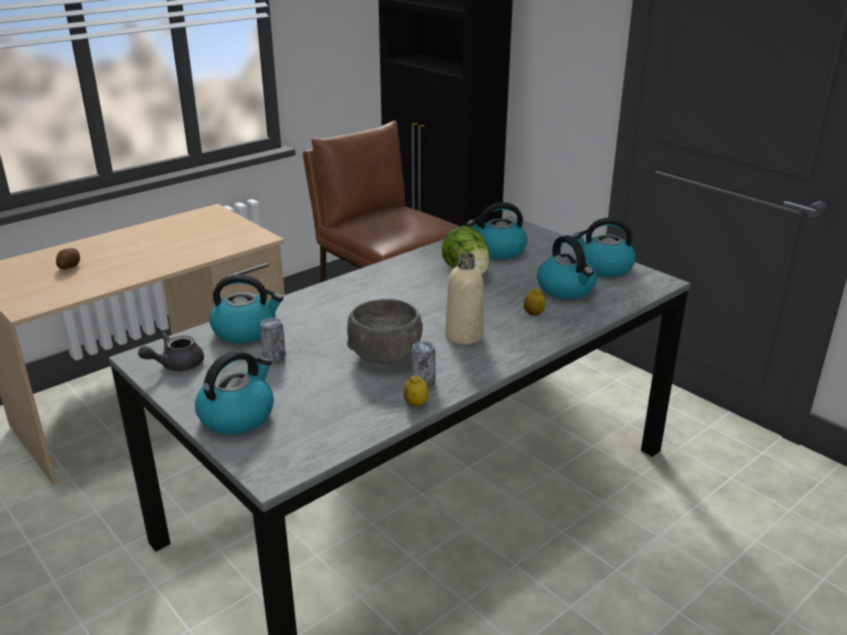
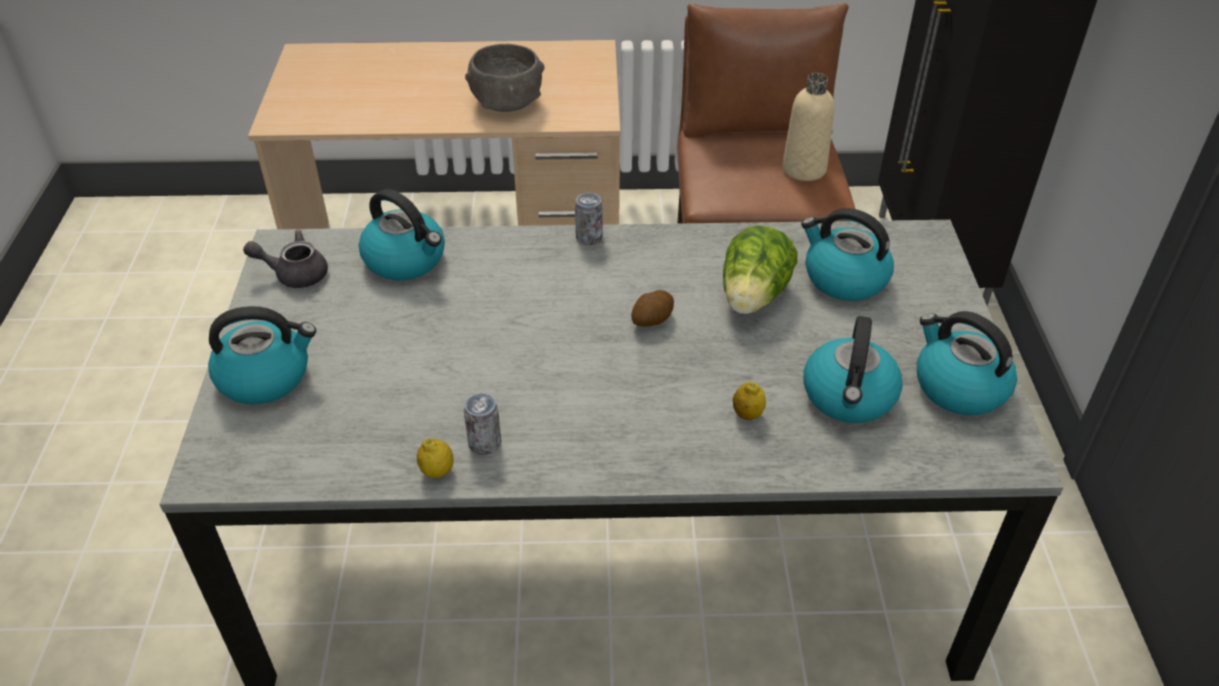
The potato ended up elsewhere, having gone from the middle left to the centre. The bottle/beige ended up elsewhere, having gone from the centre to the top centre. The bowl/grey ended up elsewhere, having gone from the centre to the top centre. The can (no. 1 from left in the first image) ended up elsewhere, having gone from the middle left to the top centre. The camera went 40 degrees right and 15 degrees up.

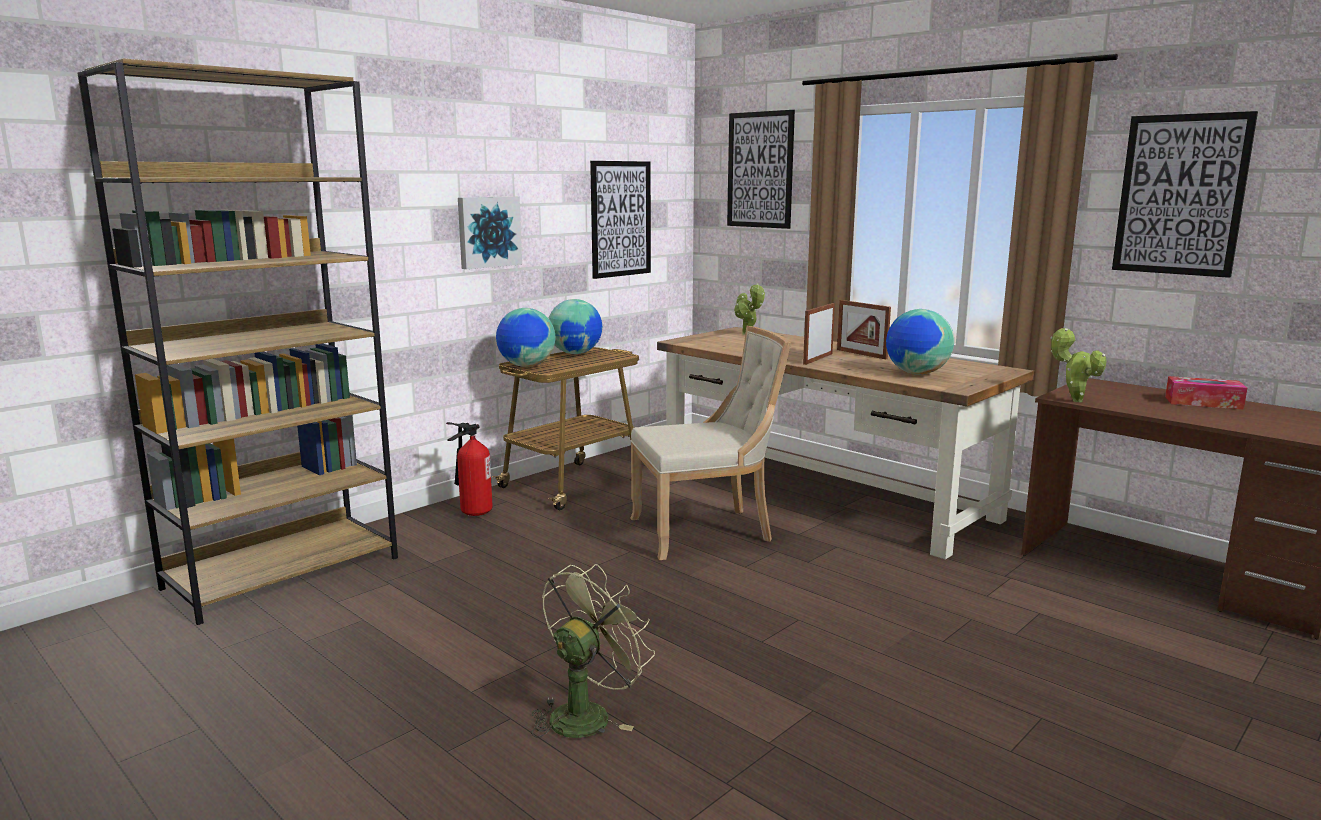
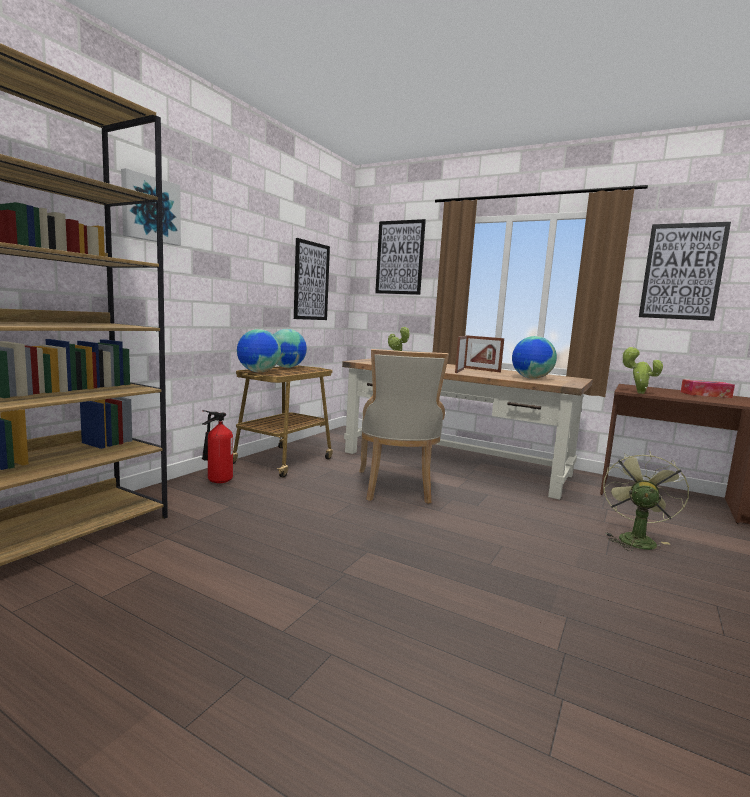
The picture (no. 1 from left) ended up elsewhere, having gone from the top centre to the top left. The chair/beige at the centre ended up facing another way, 120 degrees clockwise from before. The fan/green ended up elsewhere, having gone from the bottom centre to the middle right. The camera went 15 degrees left and 5 degrees down.

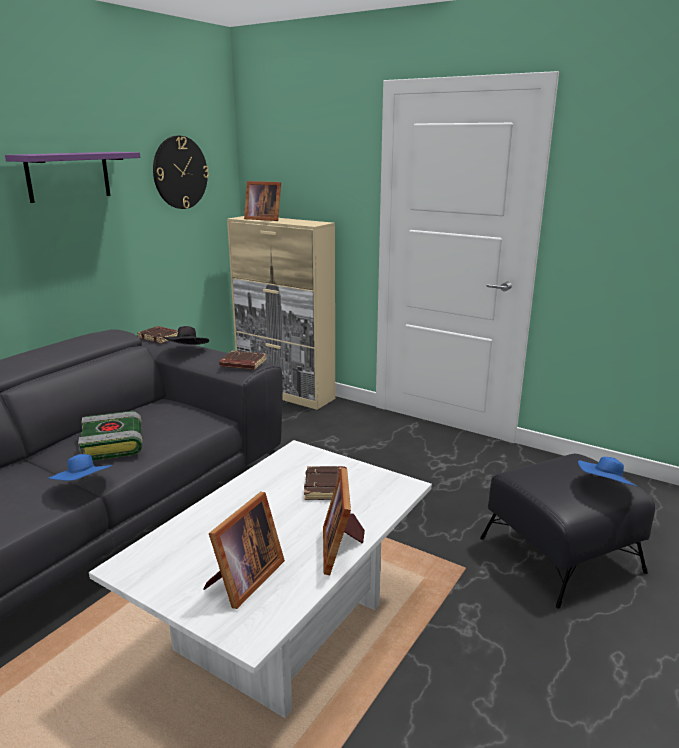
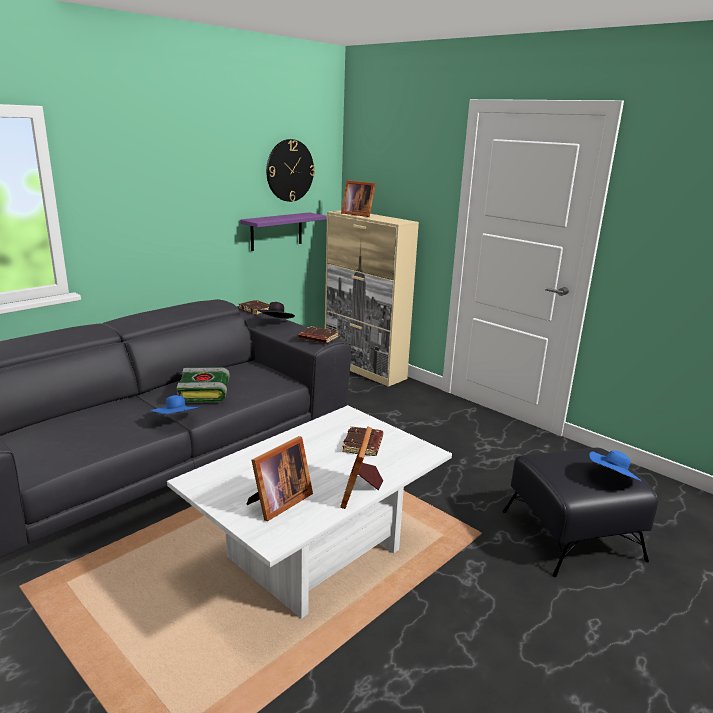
The shelf/purple ended up elsewhere, having gone from the top left to the top centre. The camera went 10 degrees right and 0 degrees up.

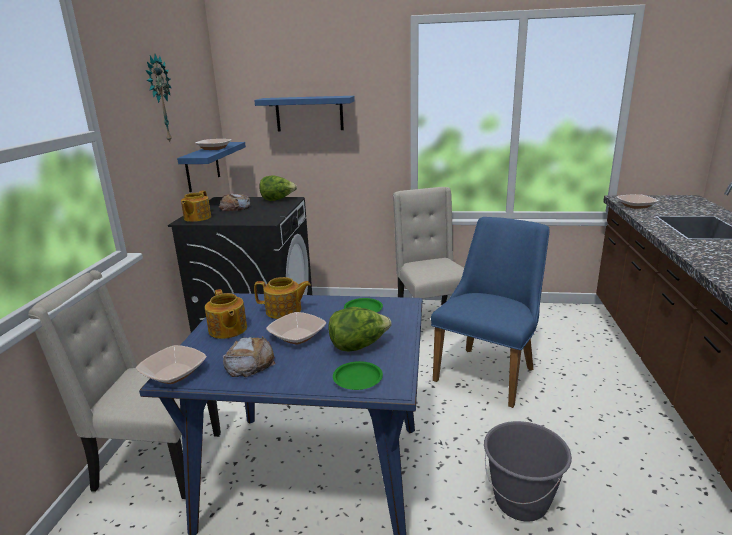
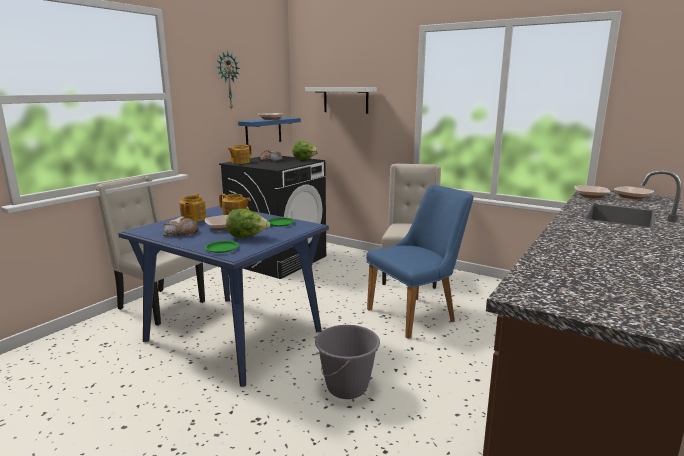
What was the shelf/blue (no. 2 from left) at the top centre turned into the shelf/white at the top centre. The bowl (no. 1 from left in the first image) ended up elsewhere, having gone from the bottom left to the middle right. The camera went 25 degrees right and 5 degrees down.

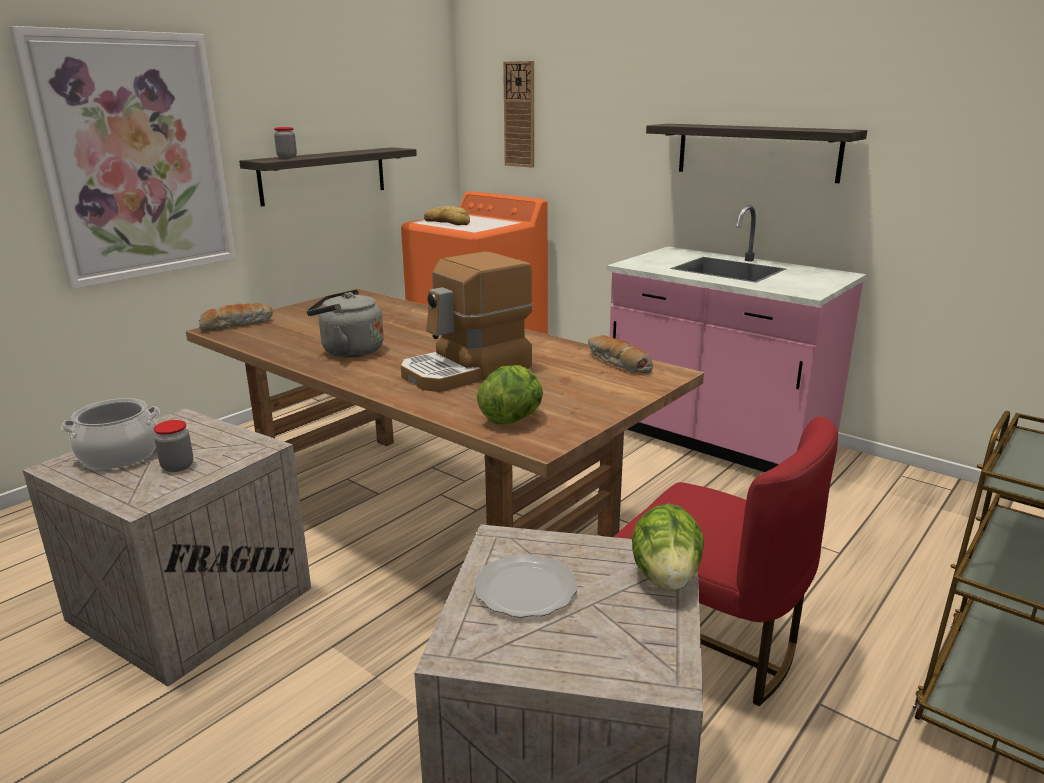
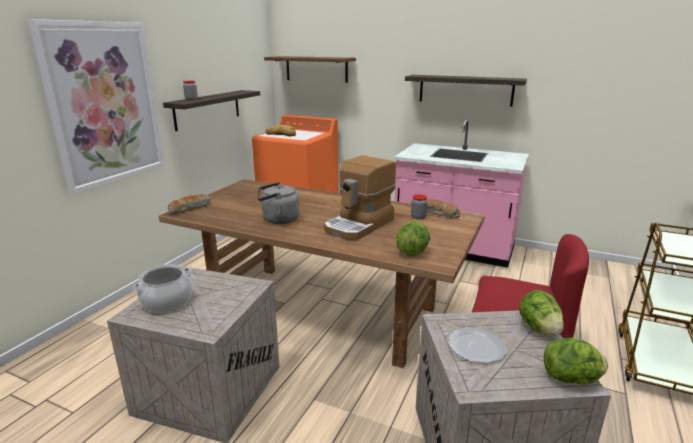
Where the wall clock hung at the top centre, the shelf (no. 2 from left) came to hang at the top centre. The jar (no. 1 from left in the first image) ended up elsewhere, having gone from the middle left to the centre. The second view gained the lettuce (no. 3 from left) at the bottom right. The camera went 15 degrees left and 0 degrees up.

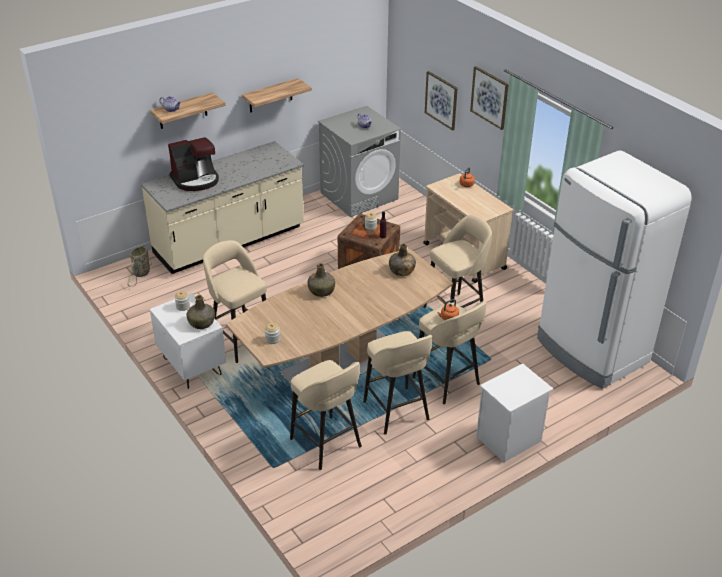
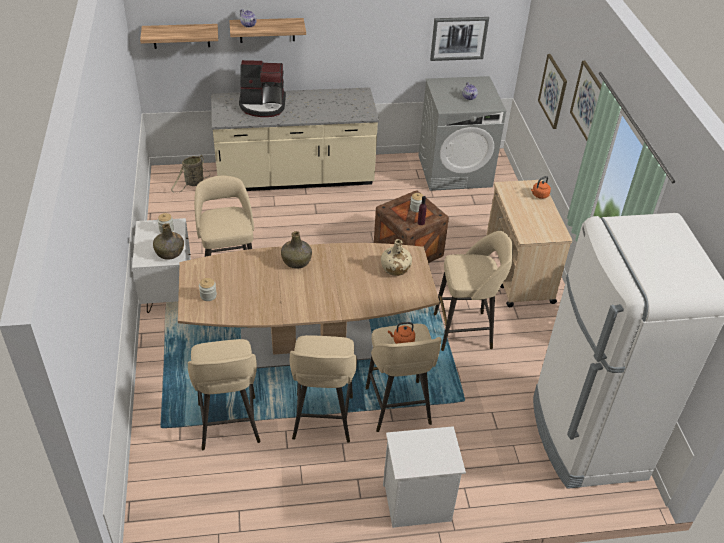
The shelf (no. 2 from left in the first image) ended up elsewhere, having gone from the top centre to the top left. What was the bottle/green (no. 3 from left) at the centre turned into the bottle/beige at the centre. The second view gained the picture (no. 1 from left) at the top centre. The camera went 25 degrees right and 5 degrees up.

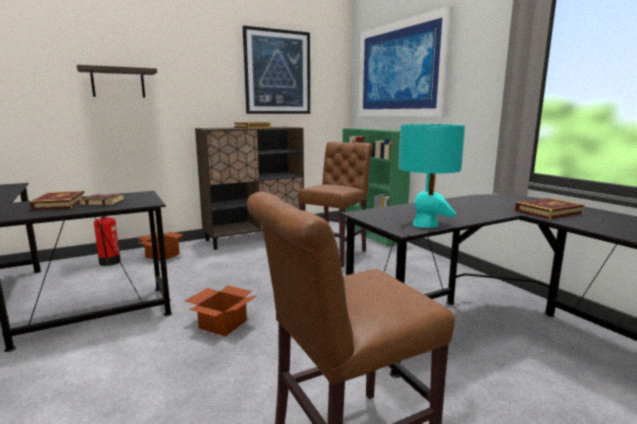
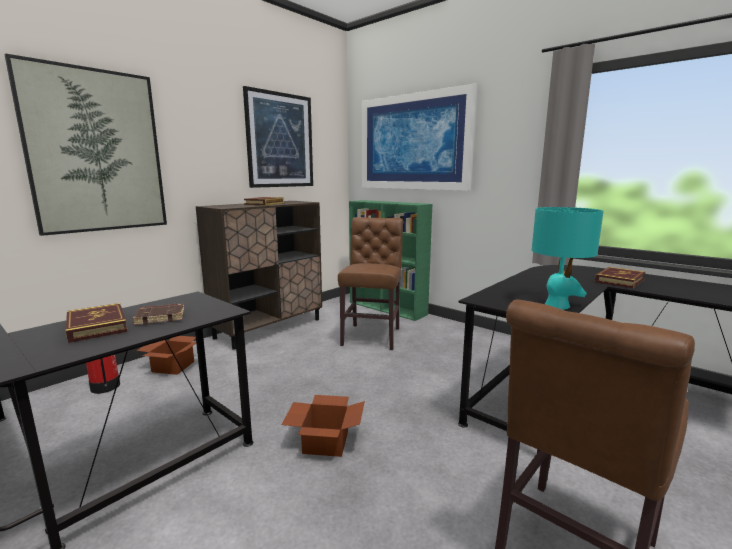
Where the shelf hung at the top left, the picture (no. 1 from left) came to hang at the top left. The camera went 20 degrees left and 0 degrees up.

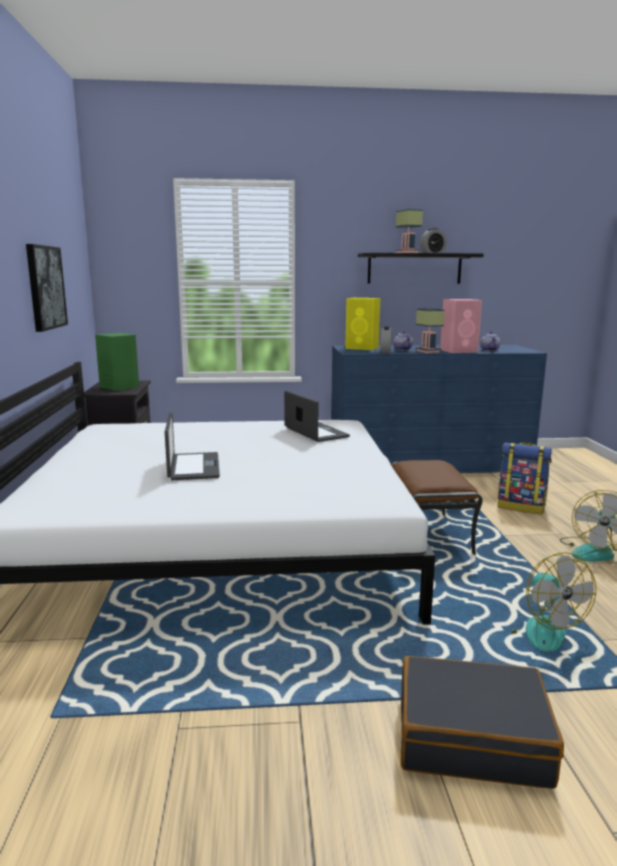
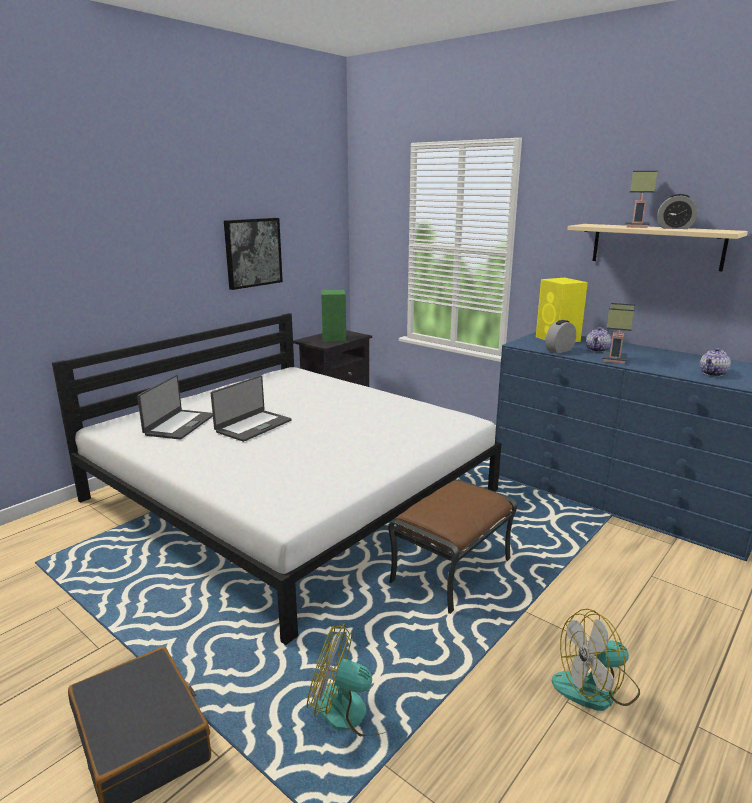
What was the shelf/black at the top right turned into the shelf/beige at the top right. The second view lost the speaker/pink at the middle right. The laptop (no. 2 from left in the first image) ended up elsewhere, having gone from the centre to the middle left. The second view lost the backpack at the middle right. The fan (no. 1 from left) at the bottom right ended up facing another way, 75 degrees clockwise from before. The camera went 45 degrees right and 5 degrees up.

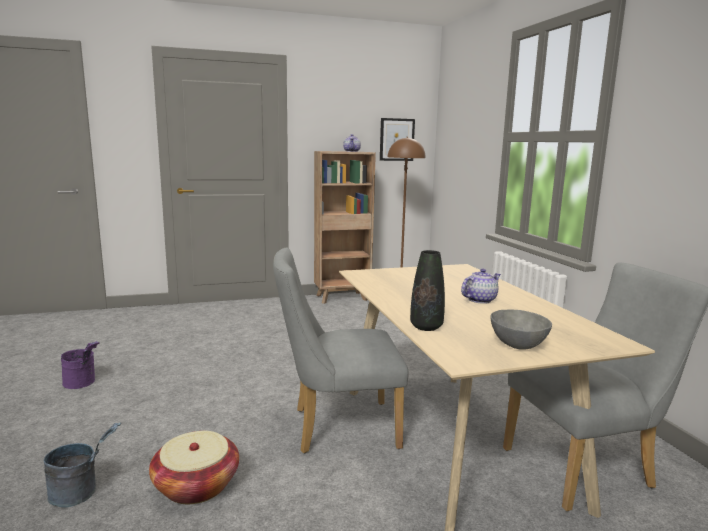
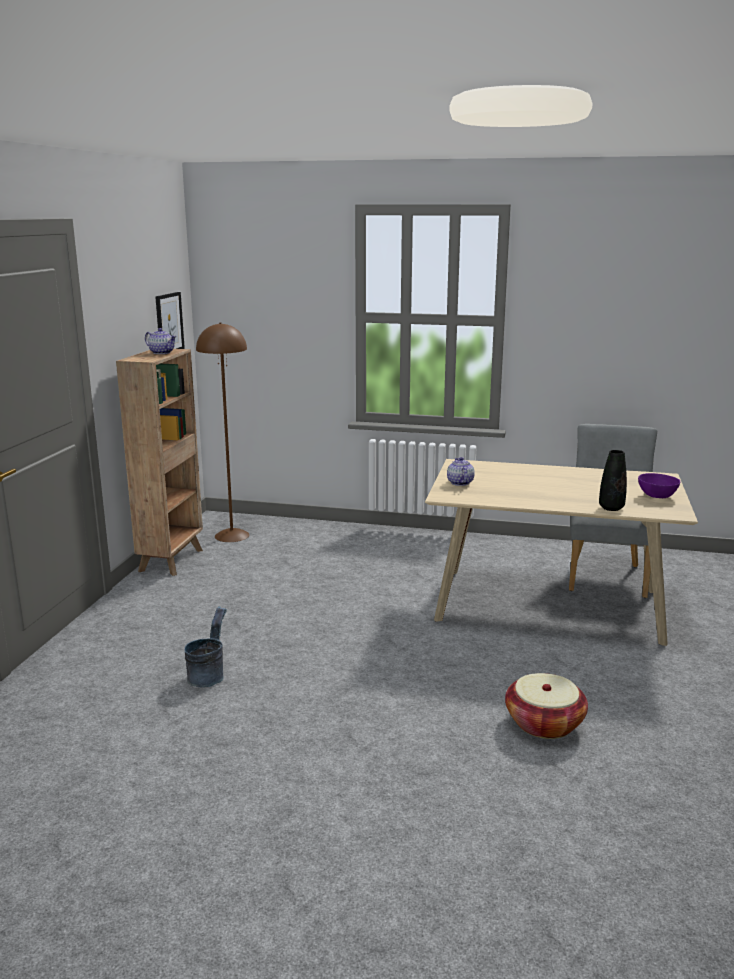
The second view lost the chair/grey (no. 1 from left) at the centre. The teapot (no. 2 from left) ended up elsewhere, having gone from the middle right to the centre. What was the bowl/grey at the middle right turned into the bowl/purple at the middle right. The second view lost the bucket/purple at the bottom left. The bucket/grey ended up elsewhere, having gone from the bottom left to the middle left. The camera went 60 degrees left and 5 degrees up.

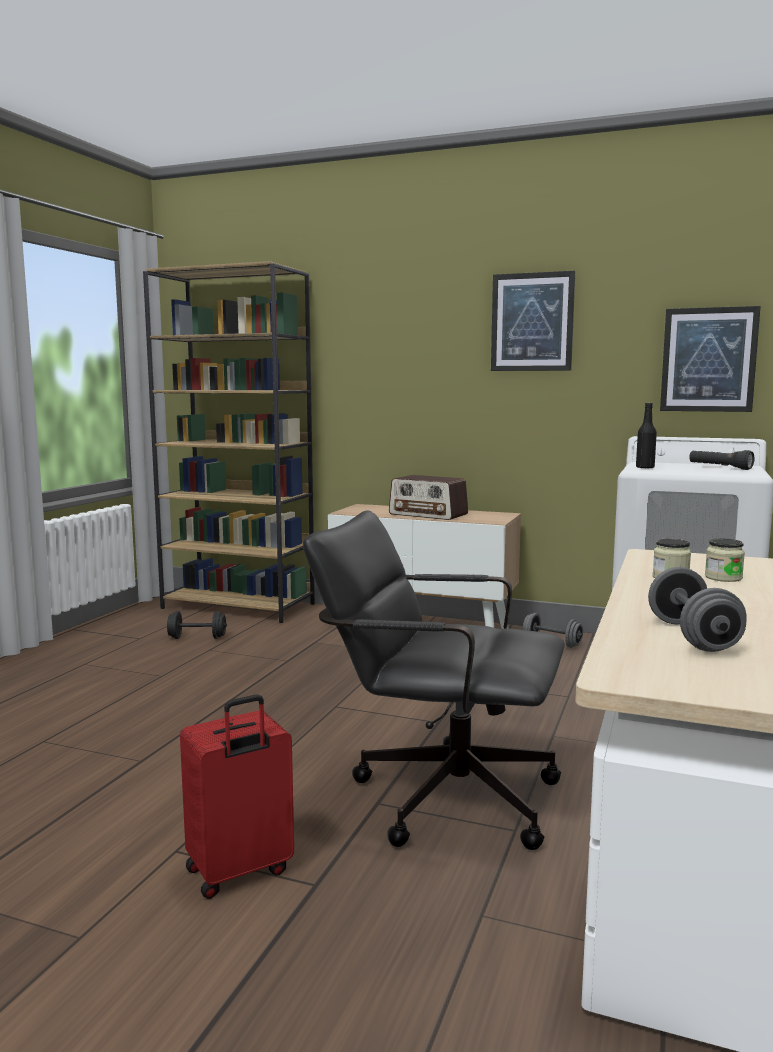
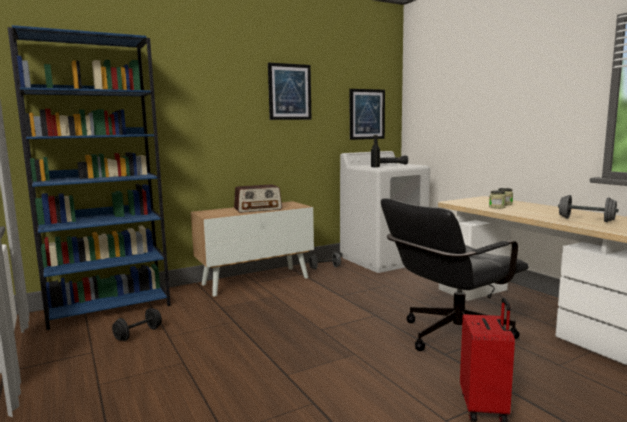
What was the bookcase/brown at the middle left turned into the bookcase/blue at the middle left. The camera went 50 degrees left and 0 degrees up.

